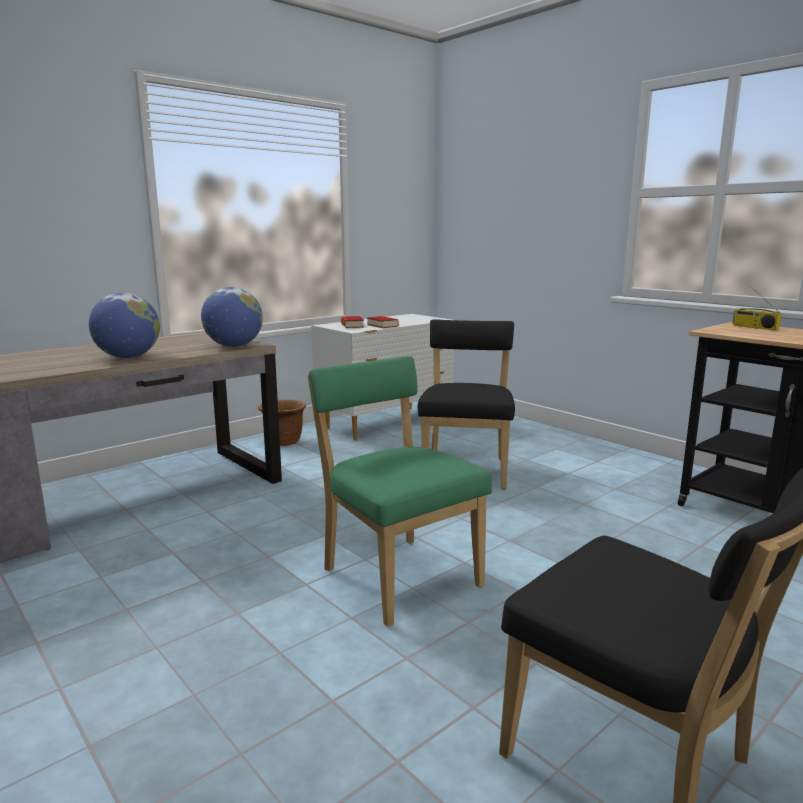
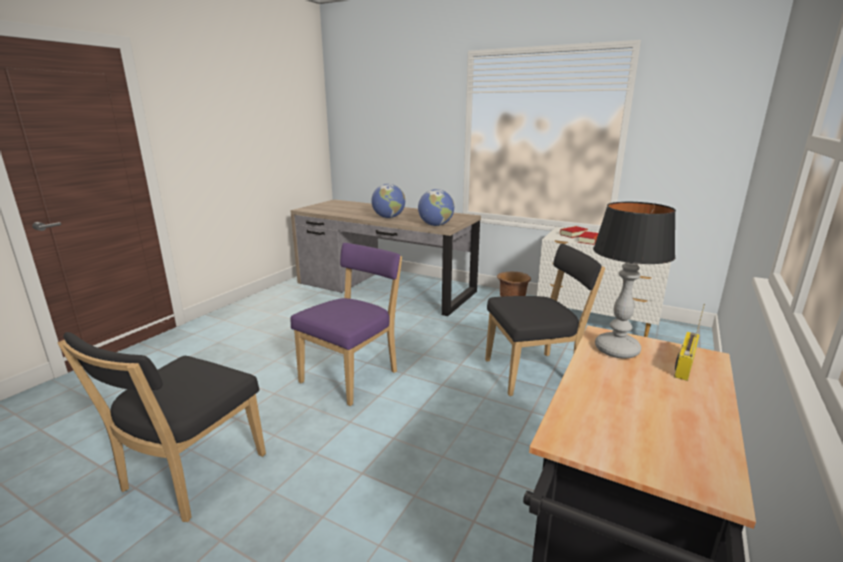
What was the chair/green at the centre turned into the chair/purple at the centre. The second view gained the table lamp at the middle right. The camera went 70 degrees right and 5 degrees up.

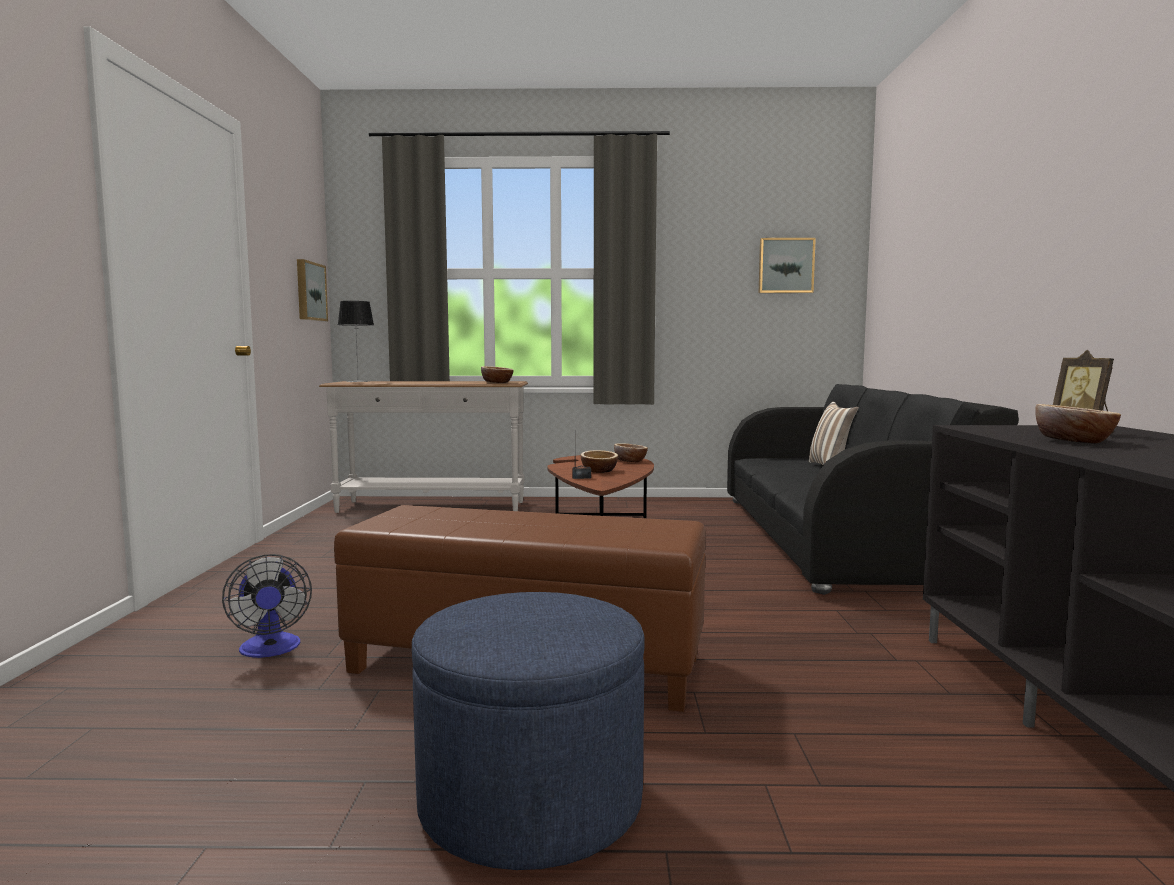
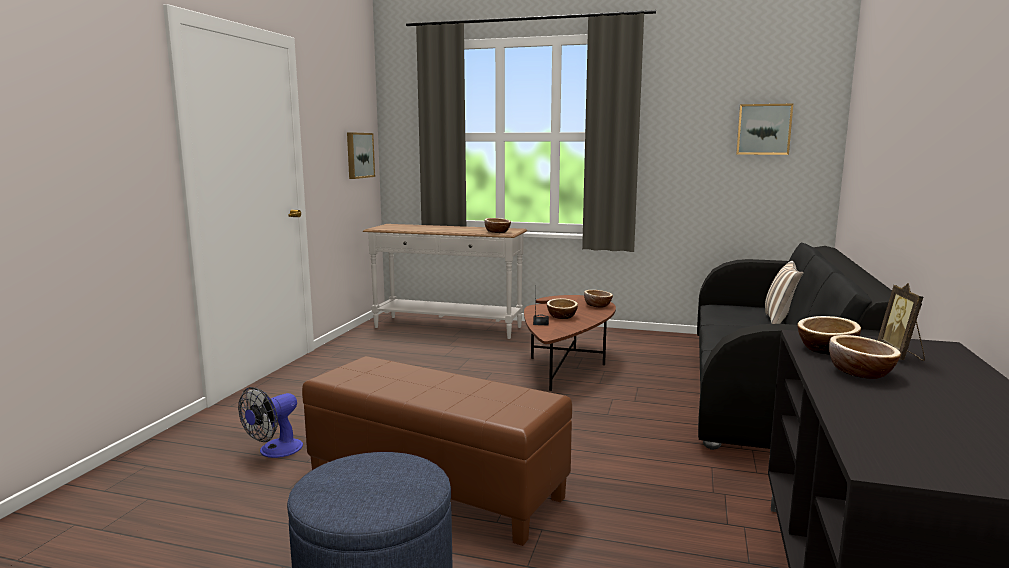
The second view lost the table lamp at the middle left. The fan at the bottom left ended up facing another way, 45 degrees clockwise from before. The second view gained the bowl (no. 4 from left) at the middle right. The camera went 15 degrees right and 5 degrees up.

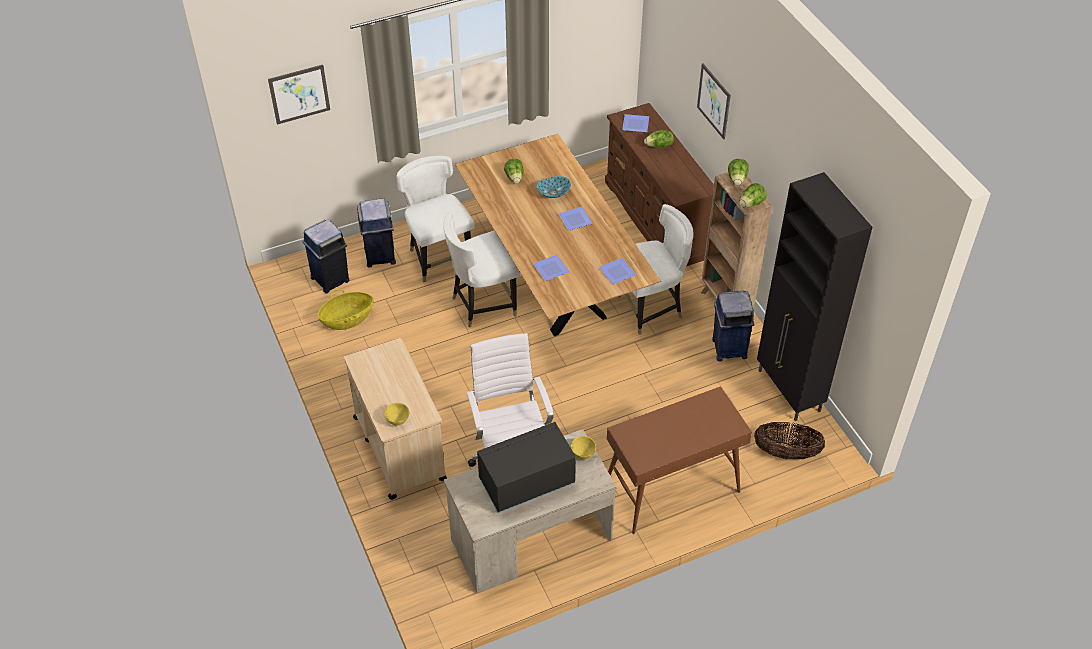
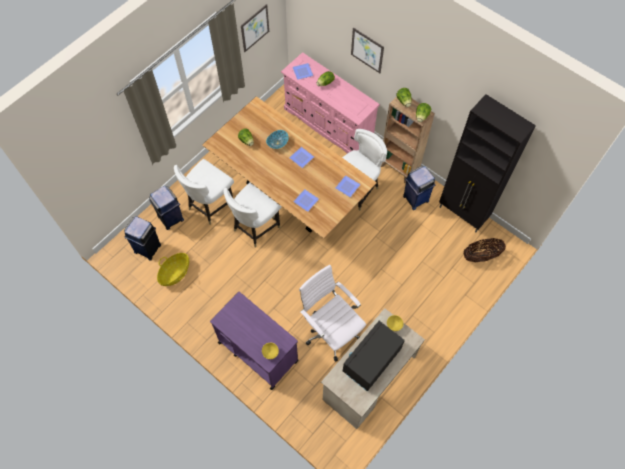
The picture (no. 1 from left) ended up elsewhere, having gone from the top left to the top centre. What was the dresser/brown at the top centre turned into the dresser/pink at the top centre. The chair/white (no. 1 from left) at the centre ended up facing another way, 90 degrees counterclockwise from before. What was the cart/beige at the centre turned into the cart/purple at the bottom centre. The second view lost the console table/brown at the bottom centre. The camera went 25 degrees left and 15 degrees up.

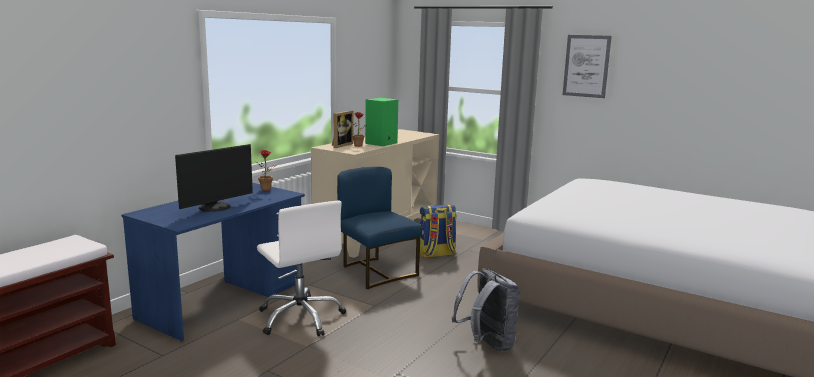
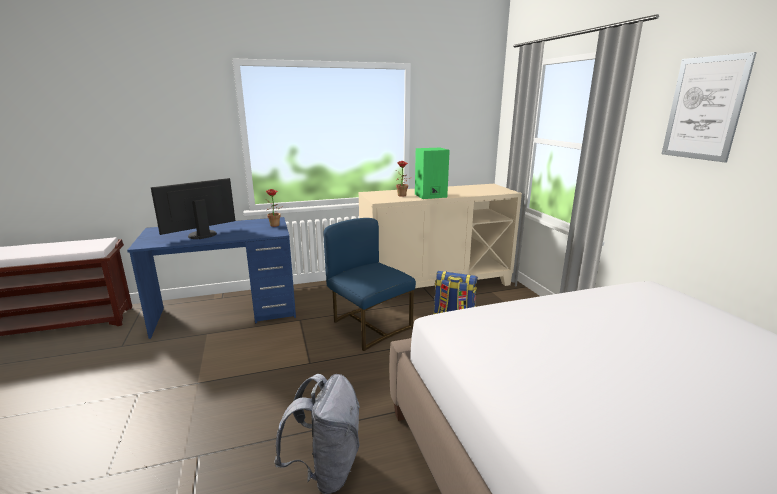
The second view lost the picture frame at the centre. The monitor at the middle left ended up facing another way, 150 degrees clockwise from before. The chair/blue at the centre ended up facing another way, 45 degrees counterclockwise from before. The second view lost the office chair/white at the bottom centre. The camera went 40 degrees right and 5 degrees up.

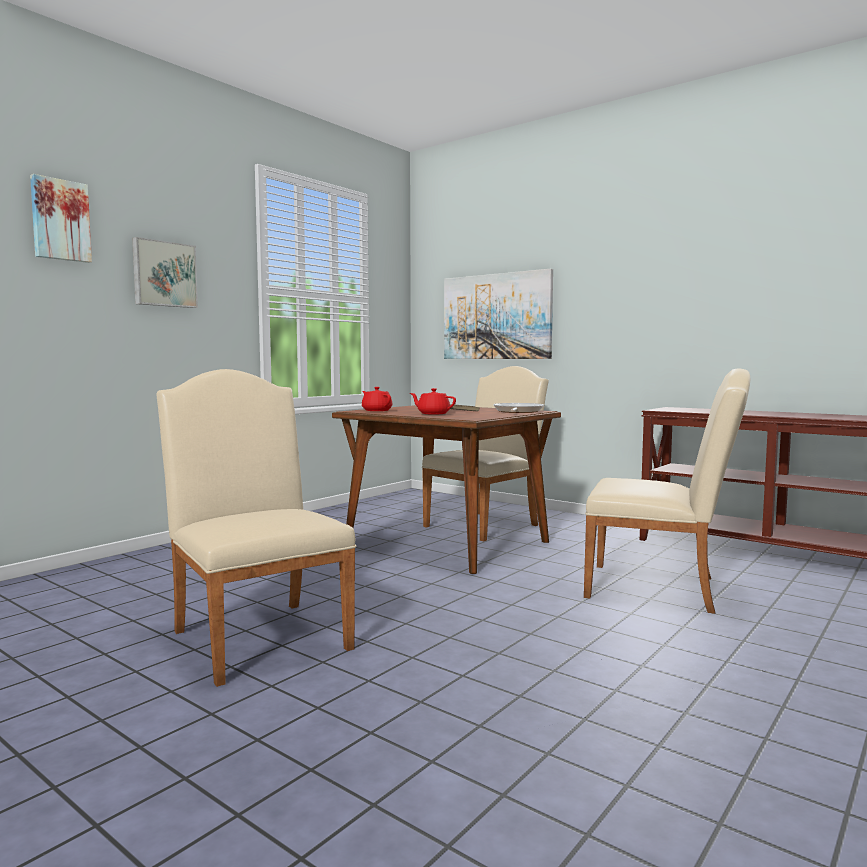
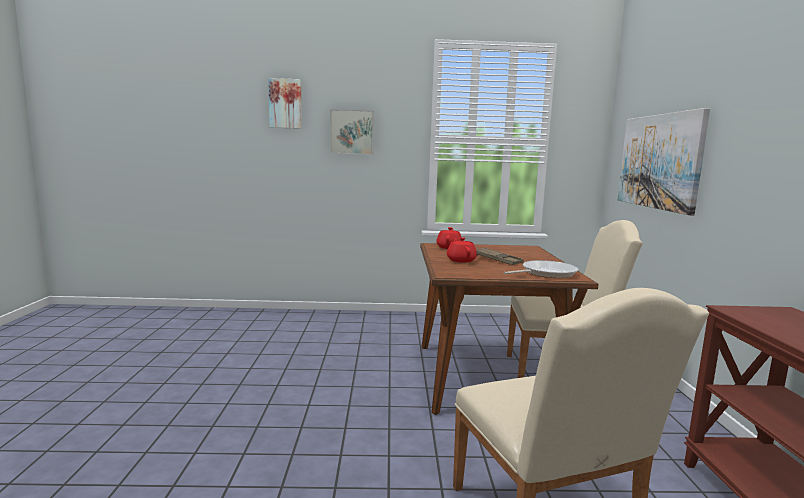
The second view lost the chair/beige (no. 1 from left) at the middle left. The camera went 50 degrees right and 5 degrees up.

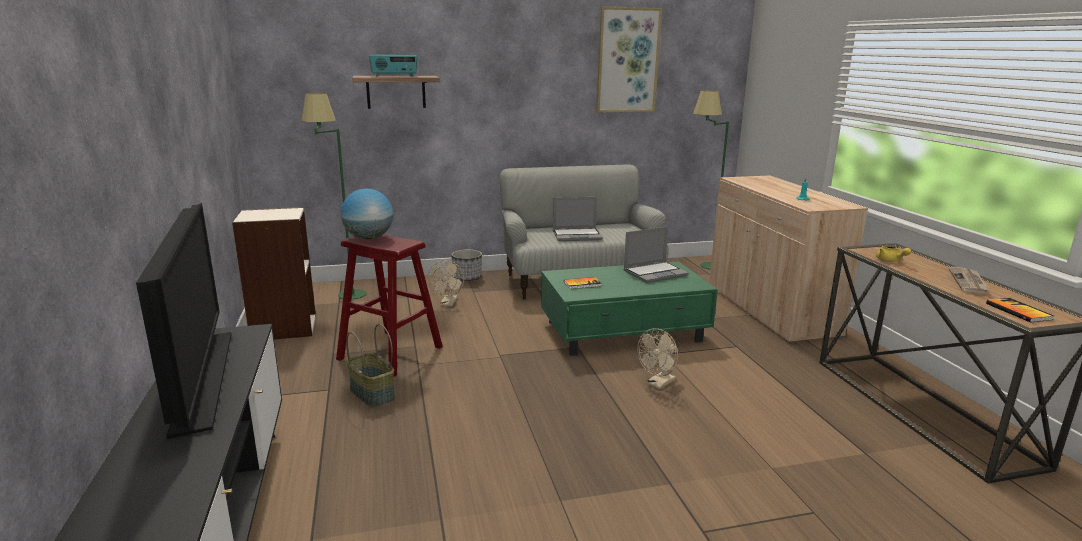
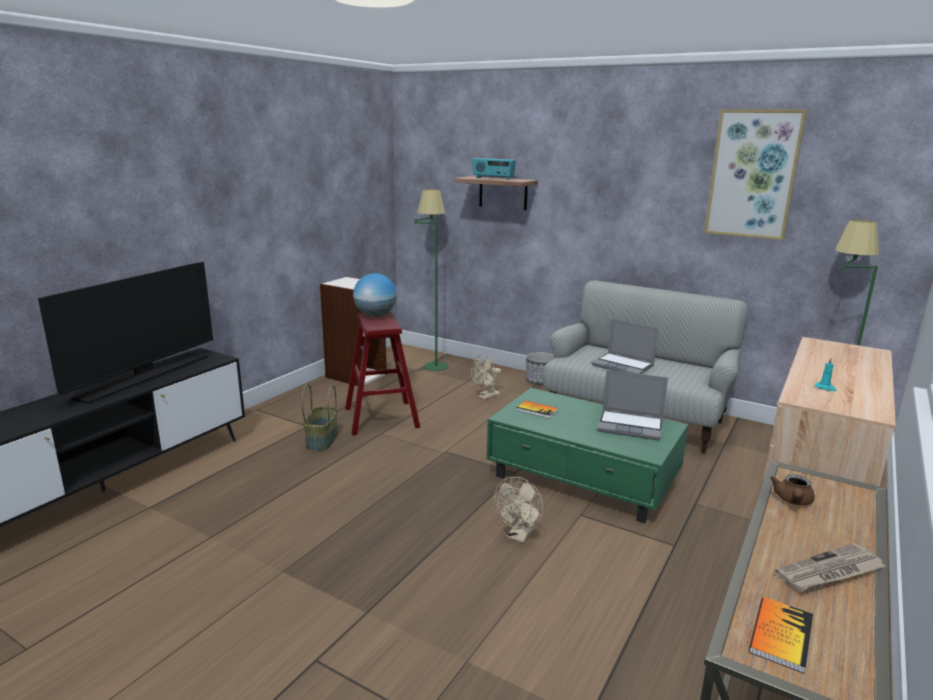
What was the teapot/yellow at the middle right turned into the teapot/brown at the bottom right. The fan/beige (no. 2 from left) at the centre ended up facing another way, 60 degrees counterclockwise from before. The camera went 45 degrees right and 0 degrees up.

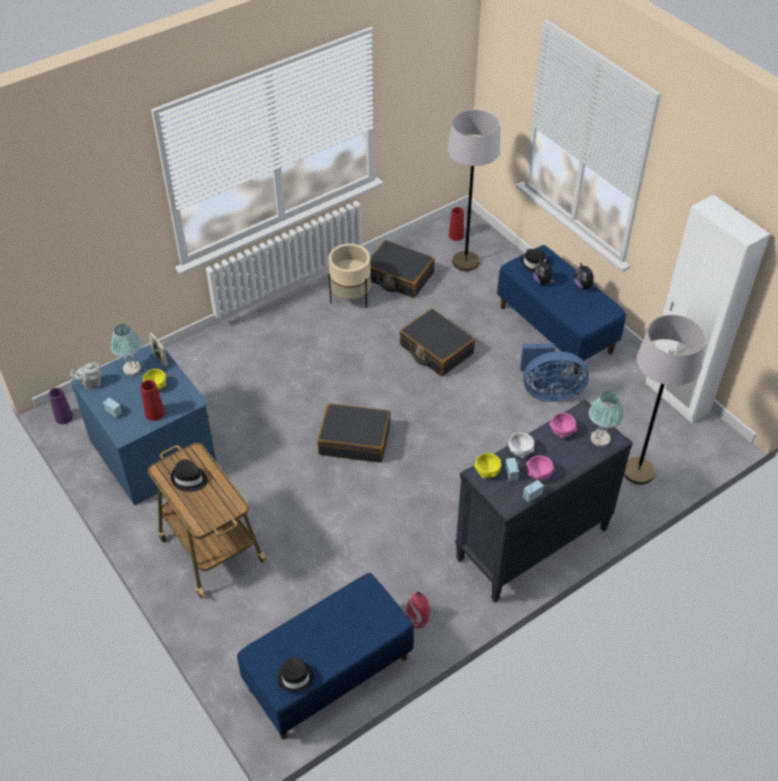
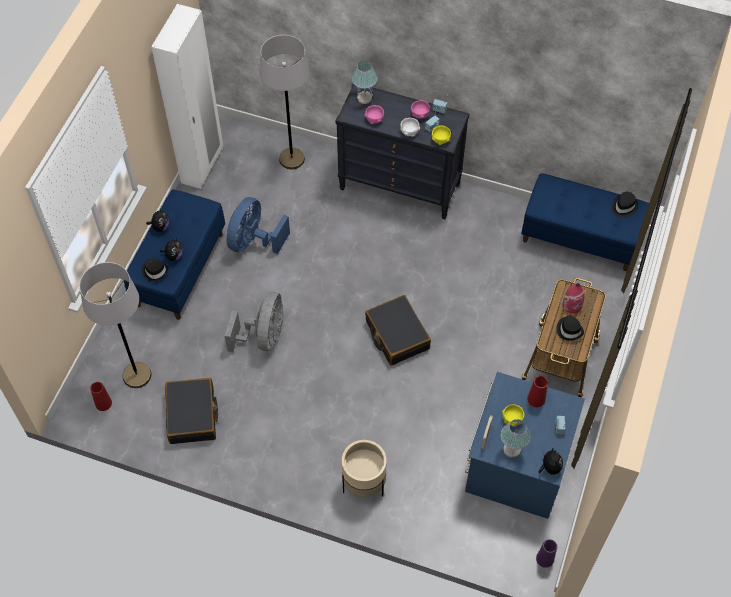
The planter/beige ended up elsewhere, having gone from the centre to the bottom centre. Where the suitcase/black (no. 3 from left) stood at the centre, the fan/grey came to stand at the centre. The fan/blue at the middle right ended up facing another way, 120 degrees counterclockwise from before. Where the teapot/grey stood at the middle left, the plush toy (no. 3 from left) came to stand at the bottom right. The vase/red (no. 2 from left in the first image) ended up elsewhere, having gone from the bottom centre to the middle right. The camera went 125 degrees left and 10 degrees up.

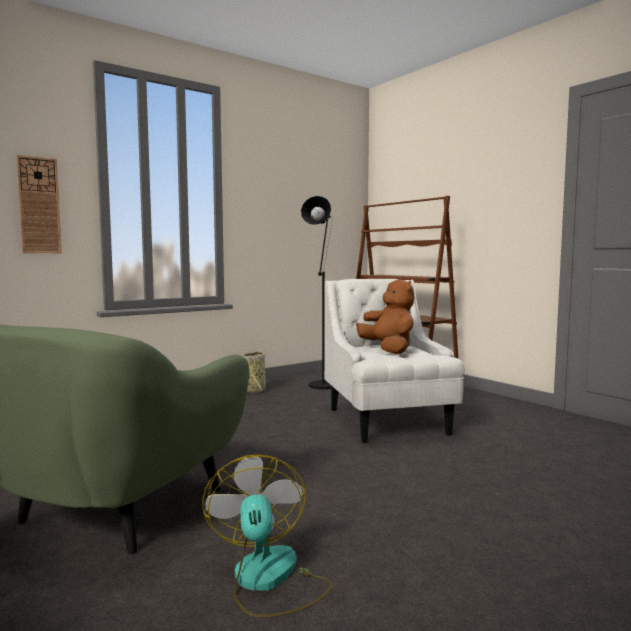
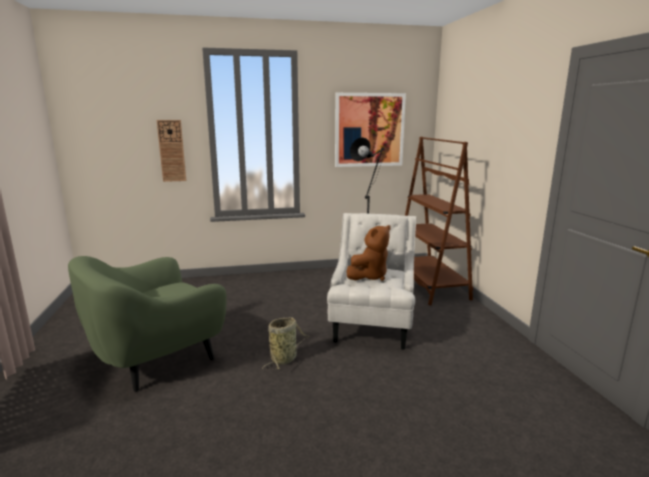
The plush toy/brown at the centre ended up facing another way, 45 degrees clockwise from before. The basket ended up elsewhere, having gone from the centre to the bottom centre. The second view lost the fan at the bottom centre. The second view gained the picture at the top centre. The camera went 25 degrees right and 10 degrees up.

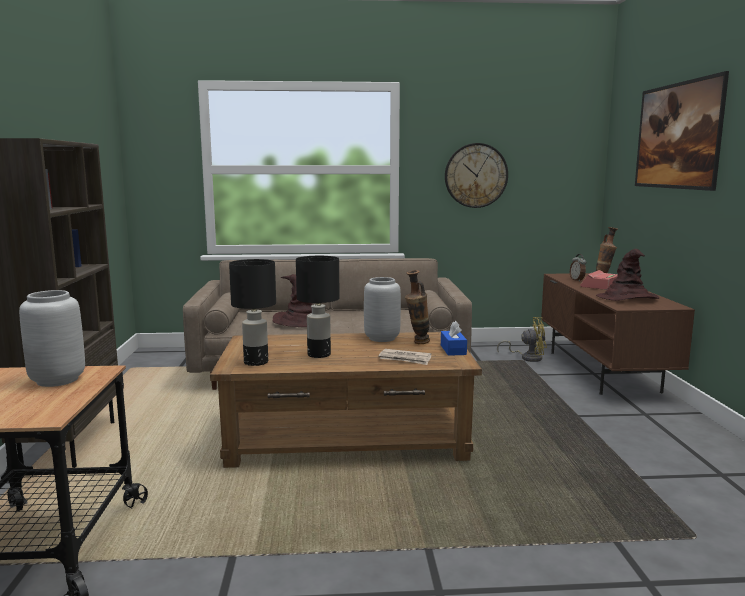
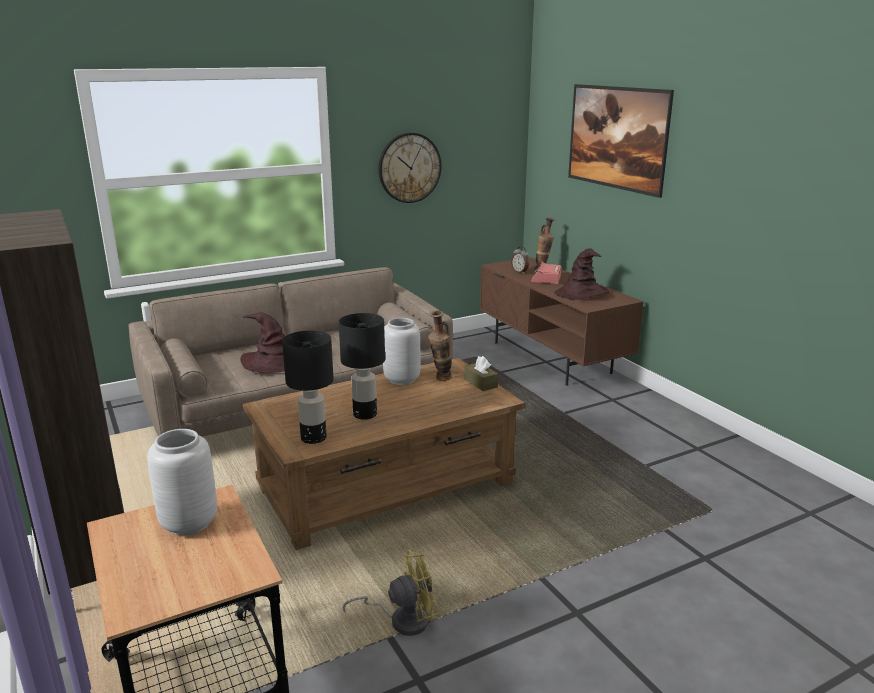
The fan/yellow ended up elsewhere, having gone from the middle right to the bottom centre. What was the tissue box/blue at the centre turned into the tissue box/brown at the centre. The second view lost the newspaper at the centre. The camera went 25 degrees left and 10 degrees up.

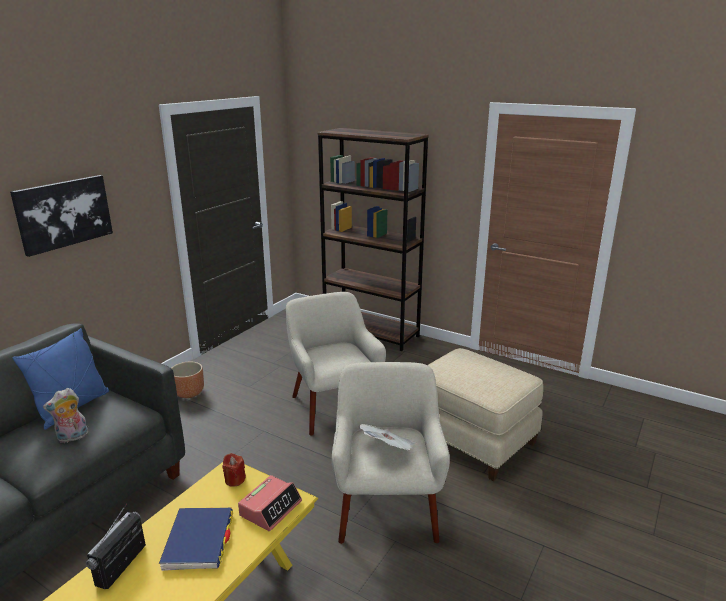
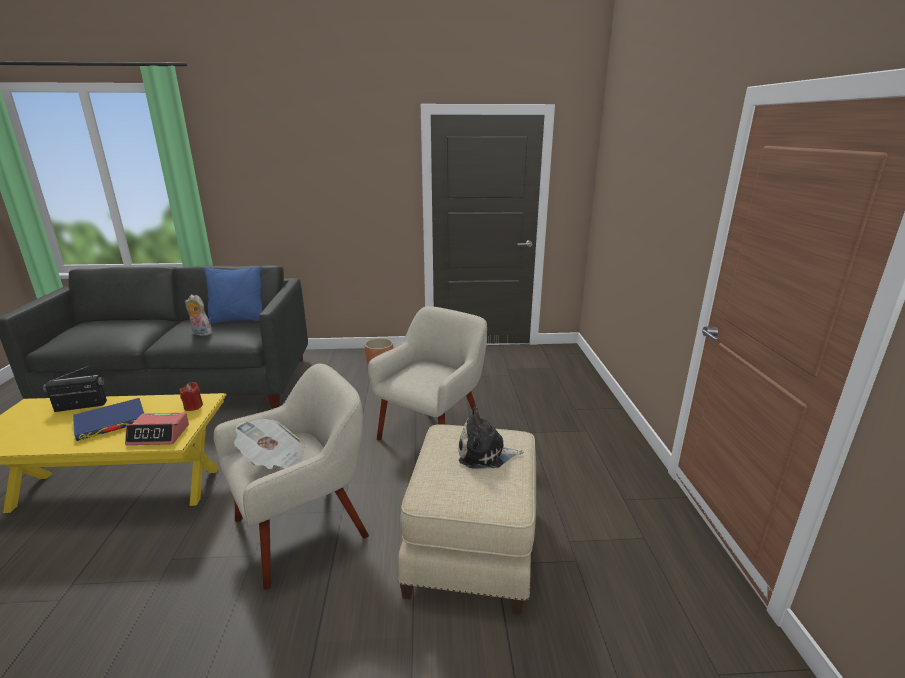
The second view lost the bookcase/brown at the centre. The second view lost the picture at the middle left. The second view gained the plush toy (no. 2 from left) at the centre. The camera went 55 degrees right and 0 degrees up.

